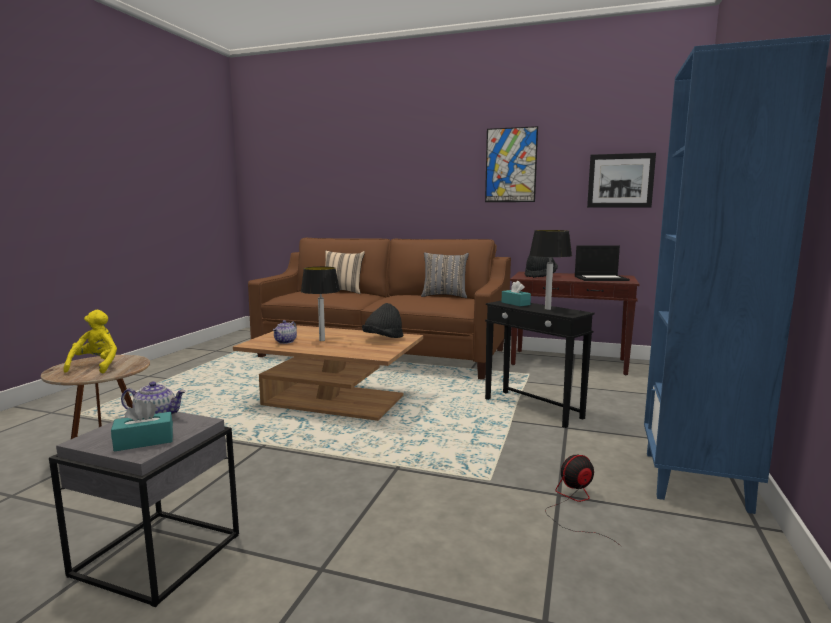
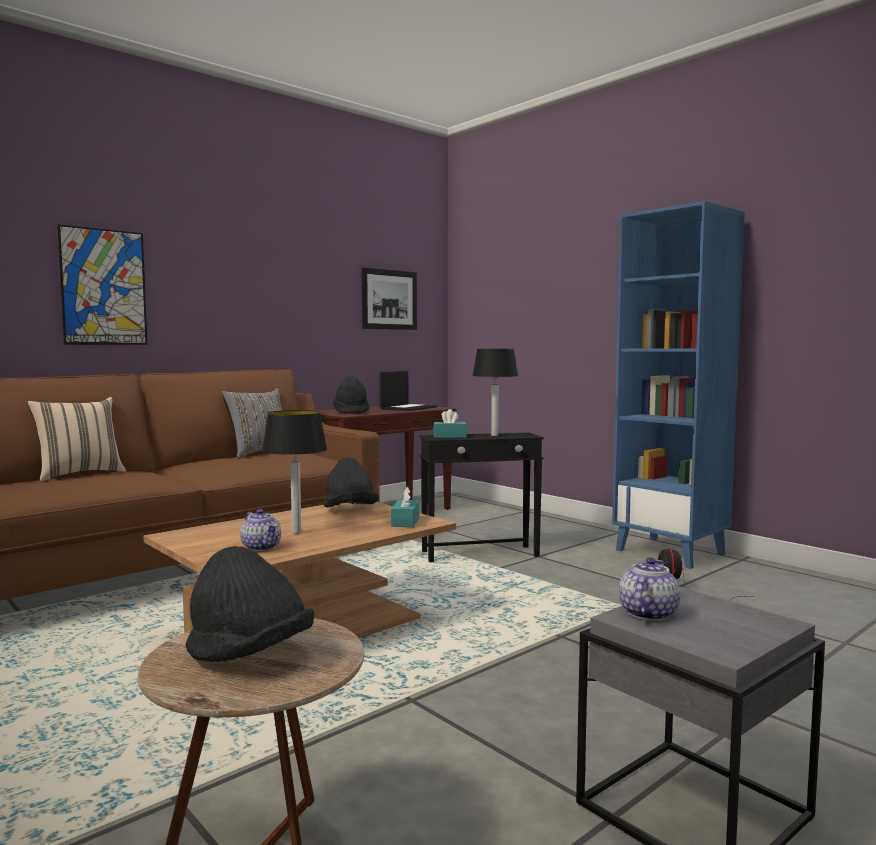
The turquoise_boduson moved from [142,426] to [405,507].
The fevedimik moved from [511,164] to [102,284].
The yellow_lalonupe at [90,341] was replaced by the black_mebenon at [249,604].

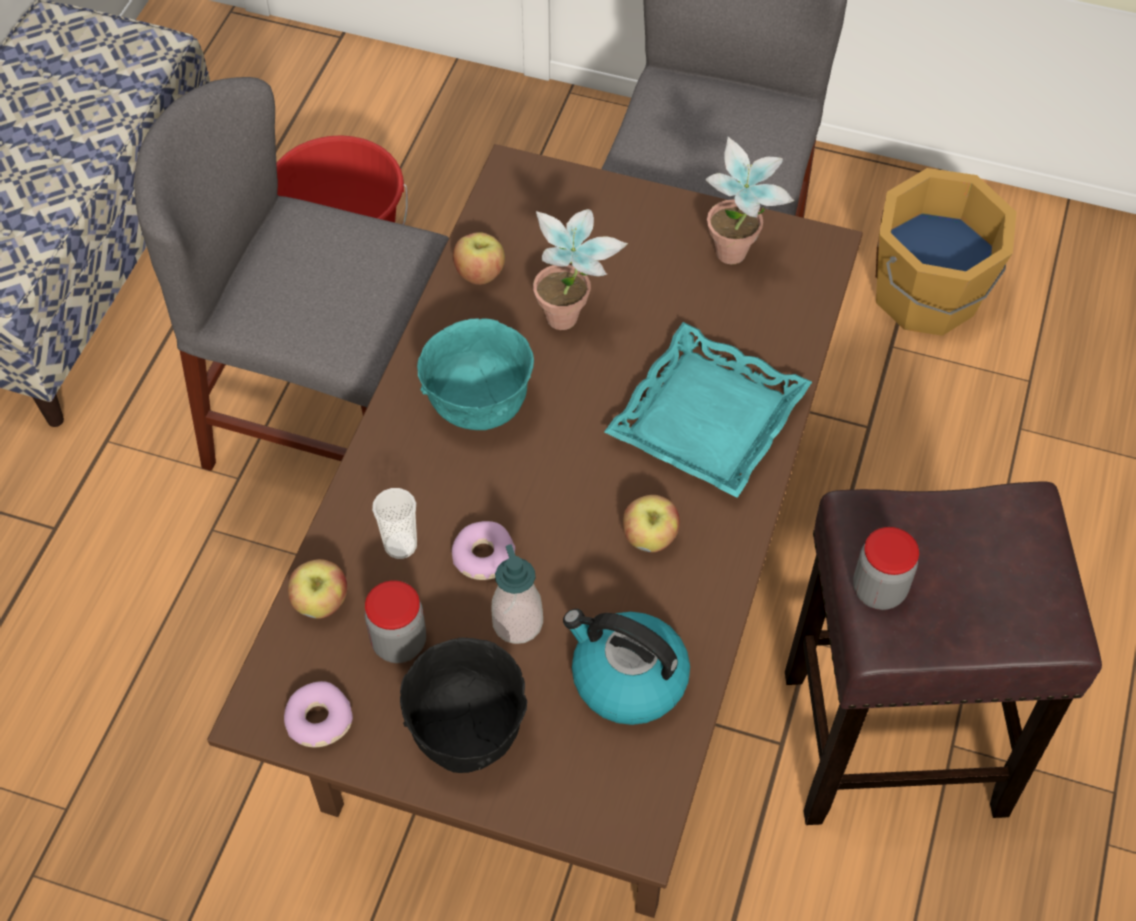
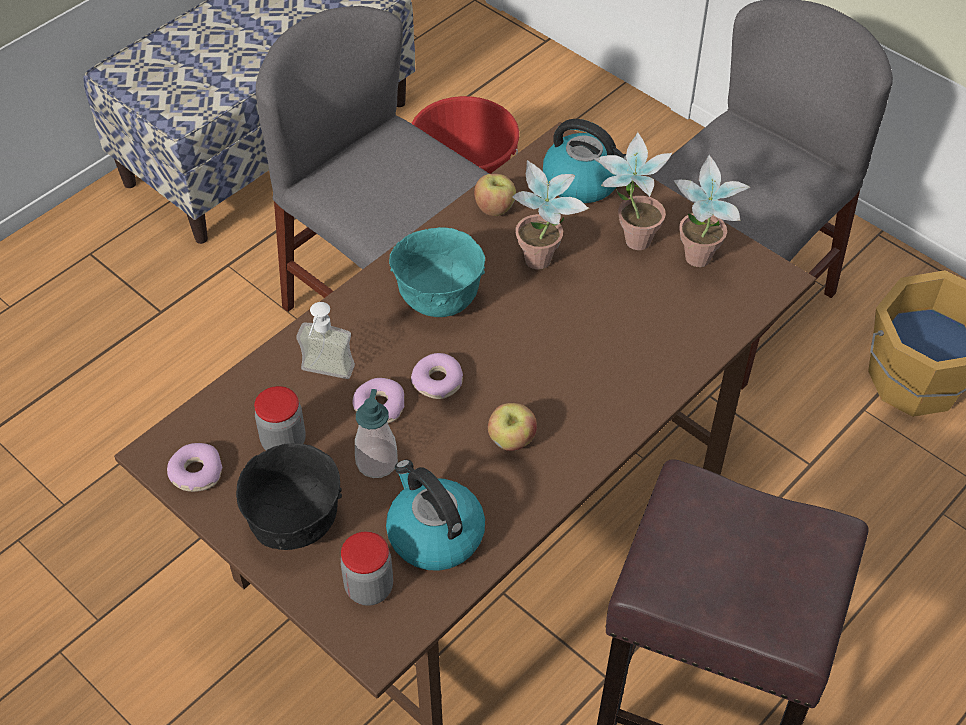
The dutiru at [317,589] disappeared.
The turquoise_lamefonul at [708,410] disappeared.
The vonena at [437,376] appeared.
The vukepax at [585,161] appeared.
The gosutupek at [633,191] appeared.
The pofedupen moved from [886,568] to [366,568].
The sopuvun at [394,523] was replaced by the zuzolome at [325,340].

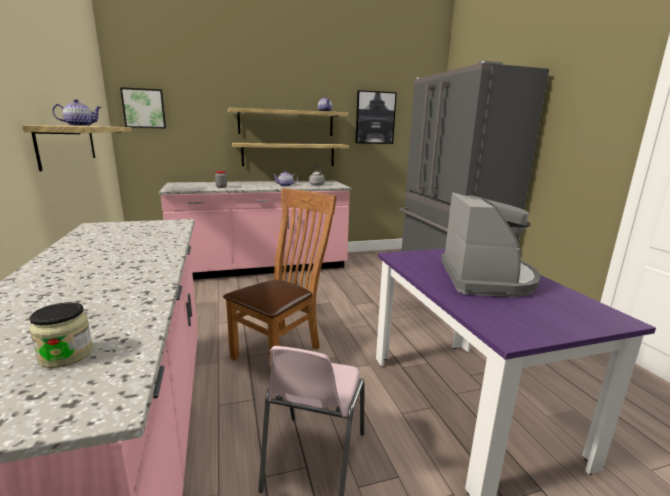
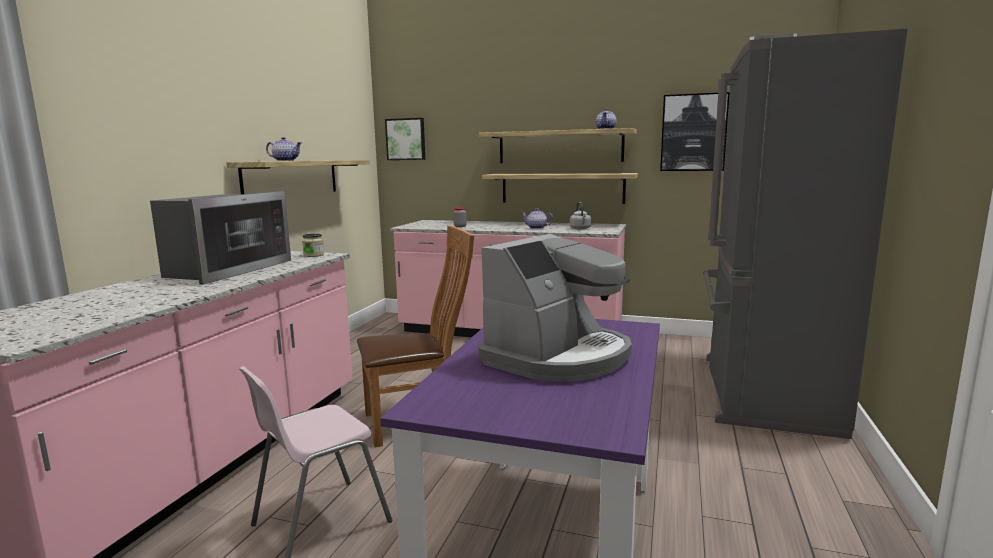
The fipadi at [220,238] appeared.
The pofedupen moved from [61,335] to [313,245].

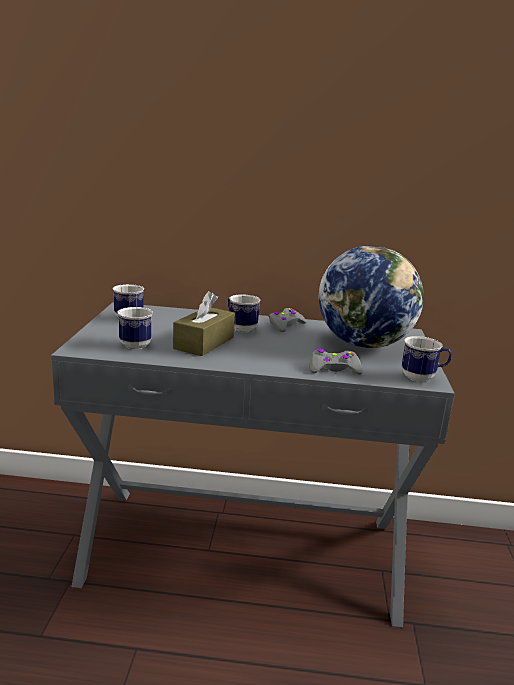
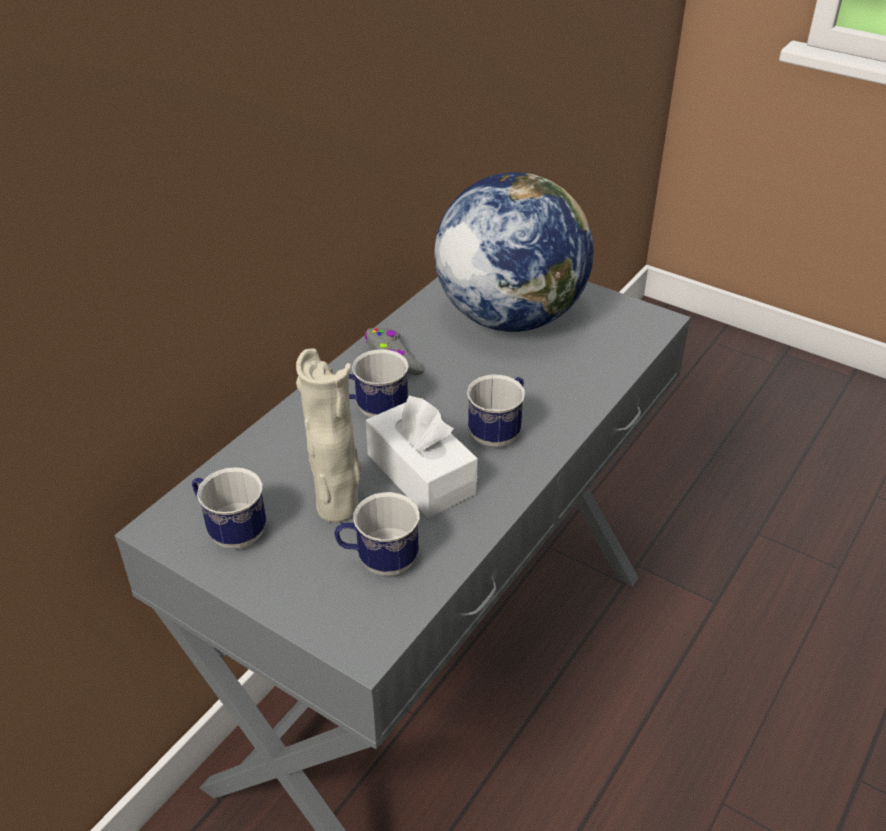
The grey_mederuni at [336,362] disappeared.
The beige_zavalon at [329,435] appeared.
The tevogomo moved from [427,359] to [496,411].
The brown_boduson at [204,323] became the white_boduson at [422,457].

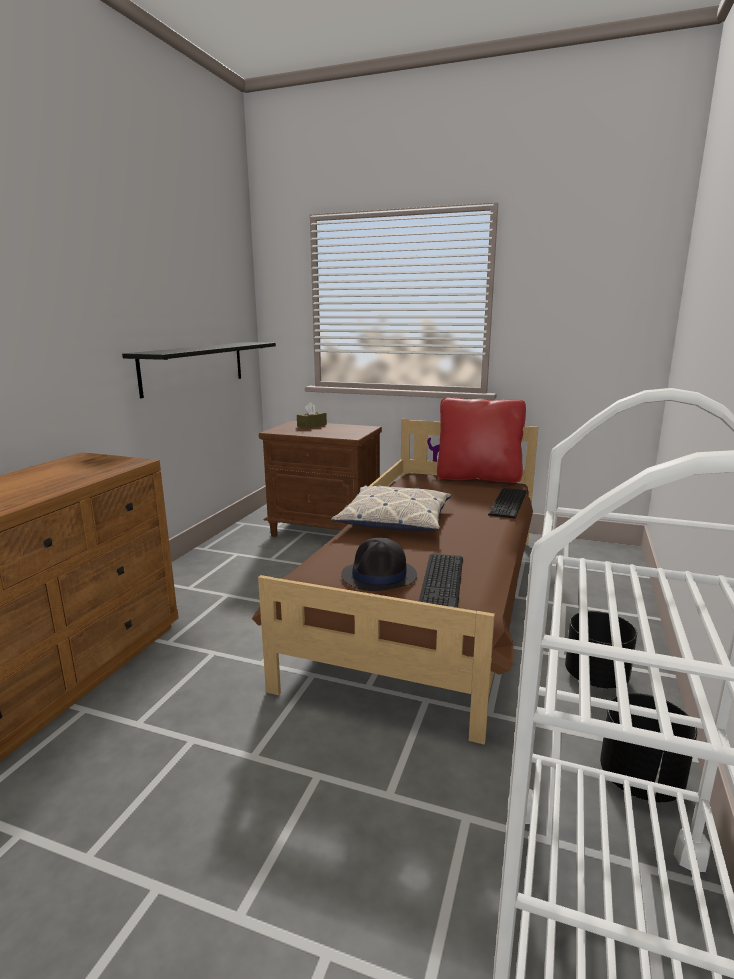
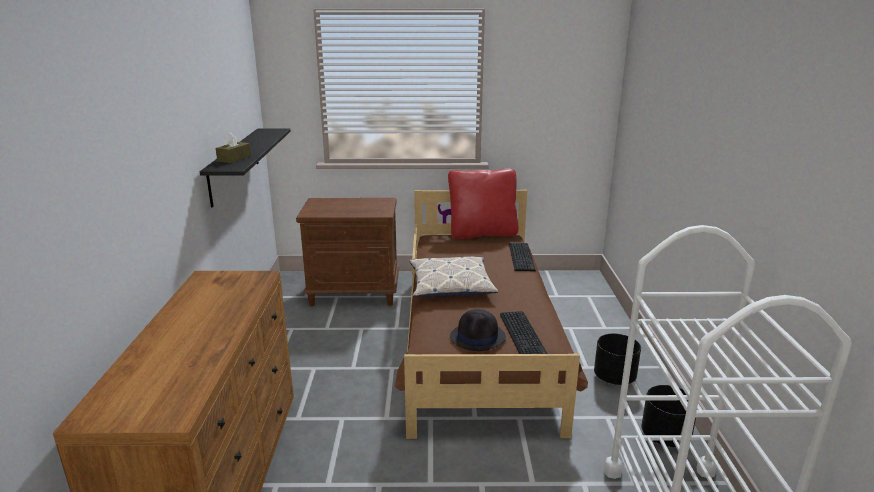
The brown_boduson moved from [312,415] to [233,147].

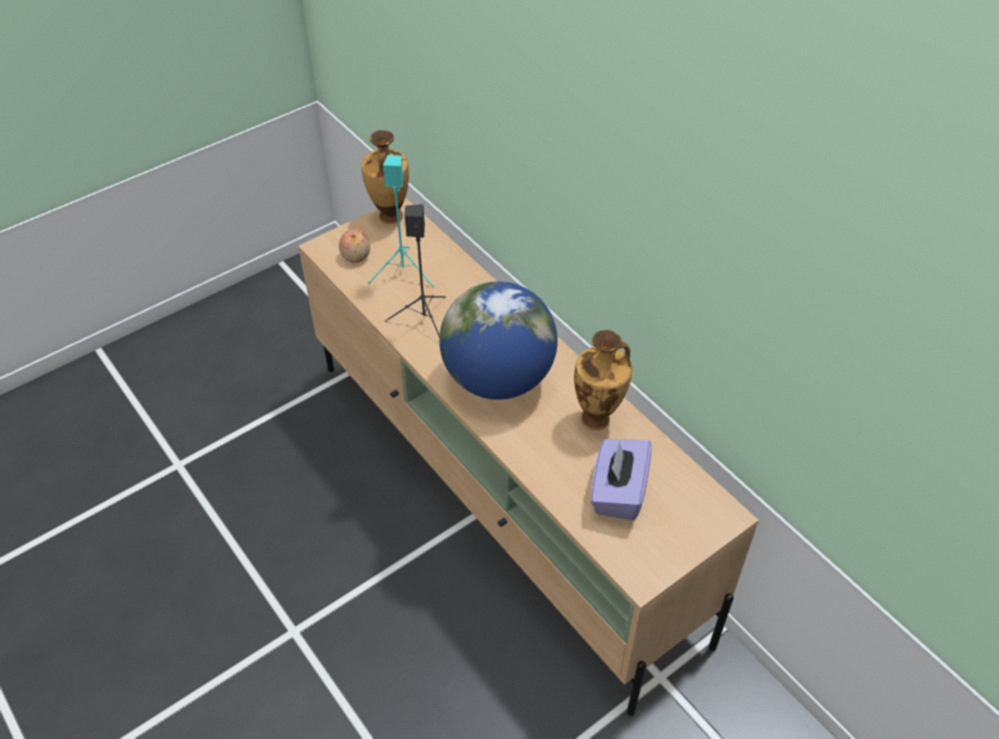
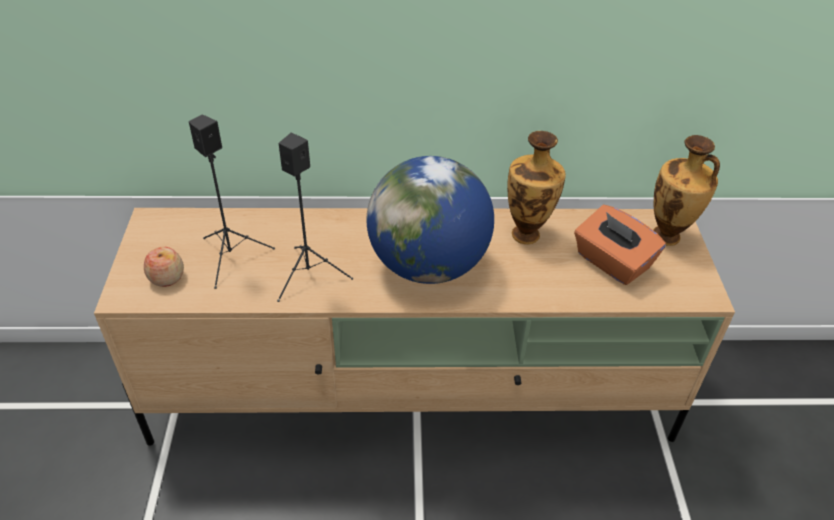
The zavalon moved from [385,177] to [686,190].
The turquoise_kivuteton at [401,221] became the black_kivuteton at [232,201].
The purple_boduson at [621,479] became the orange_boduson at [620,245].

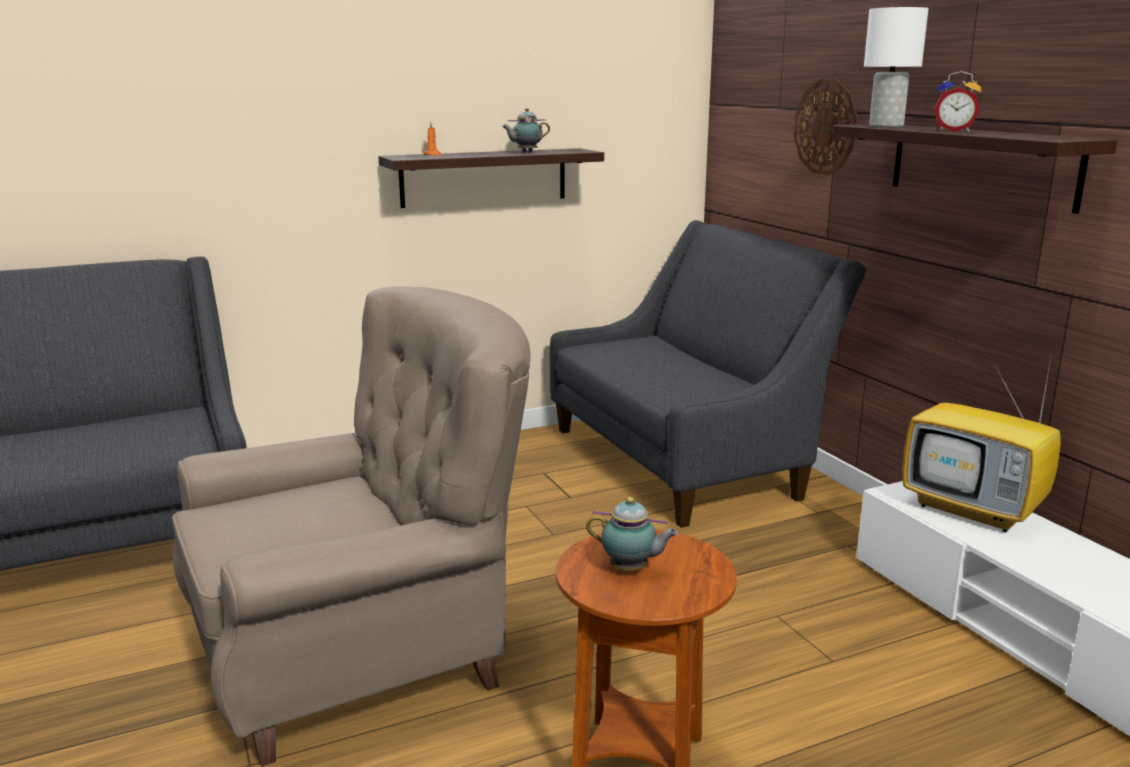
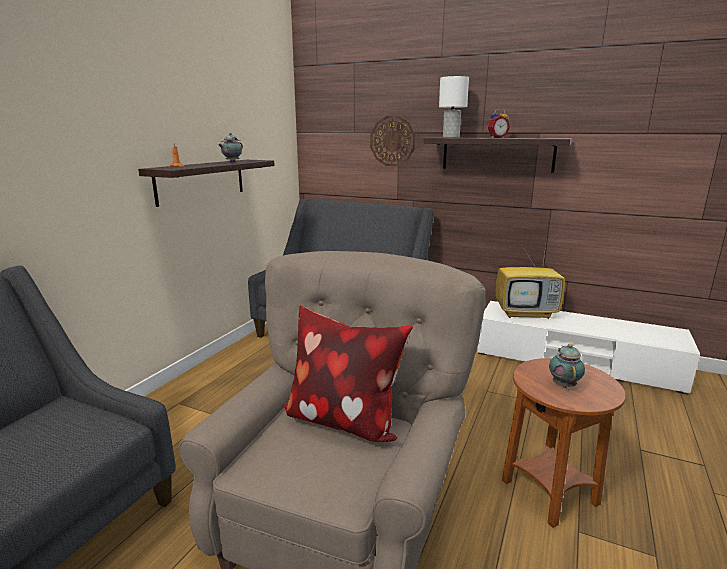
The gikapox at [348,374] appeared.
The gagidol at [632,534] turned 60 degrees counterclockwise.

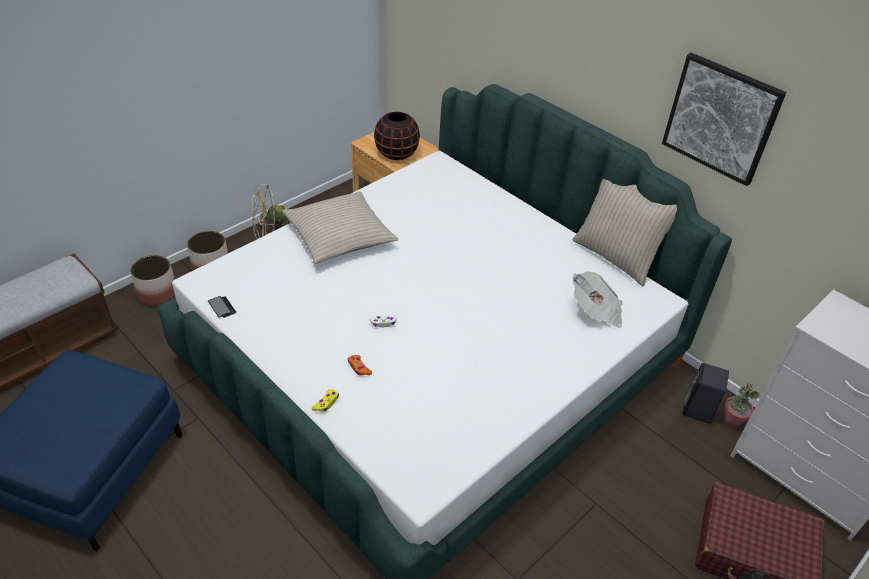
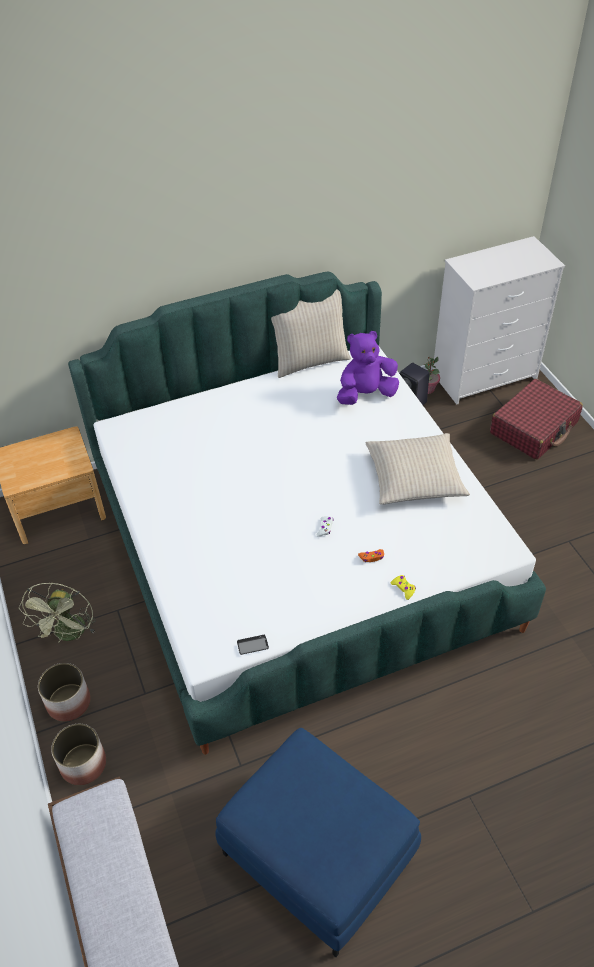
The black_zavalon at [397,136] disappeared.
The fevedimik at [724,119] disappeared.
The beige_gikapox moved from [340,227] to [418,469].
The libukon at [597,299] was replaced by the purple_lalonupe at [368,368].

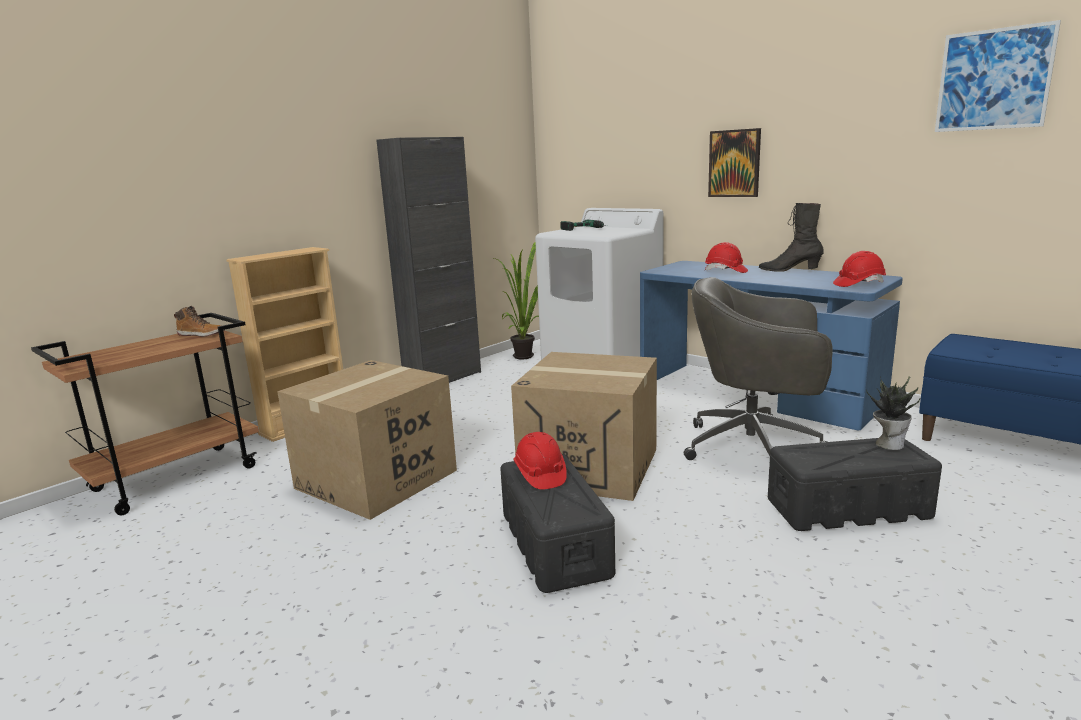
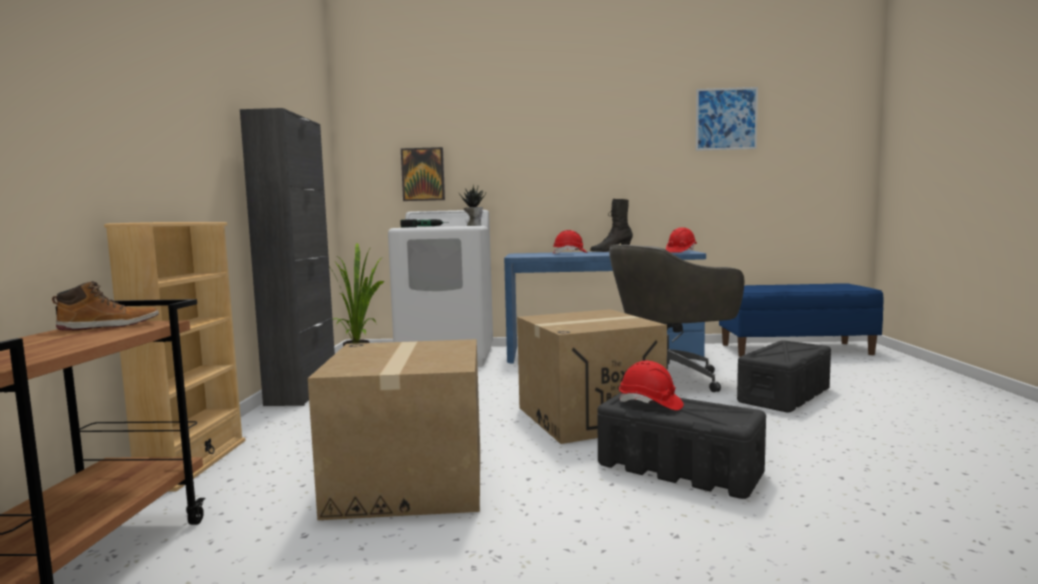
The fevedimik moved from [734,162] to [423,174].
The gosutupek moved from [893,413] to [472,205].

